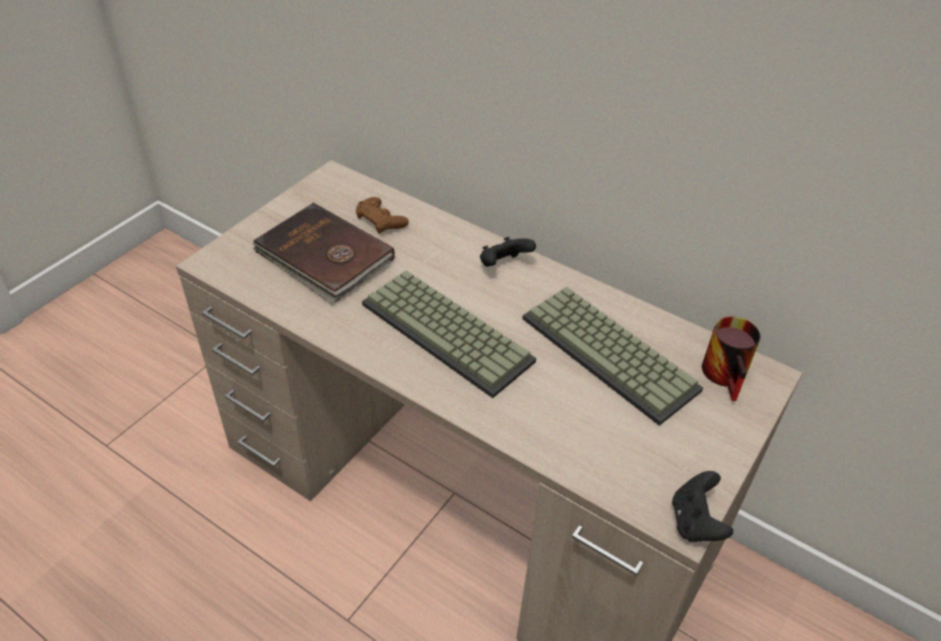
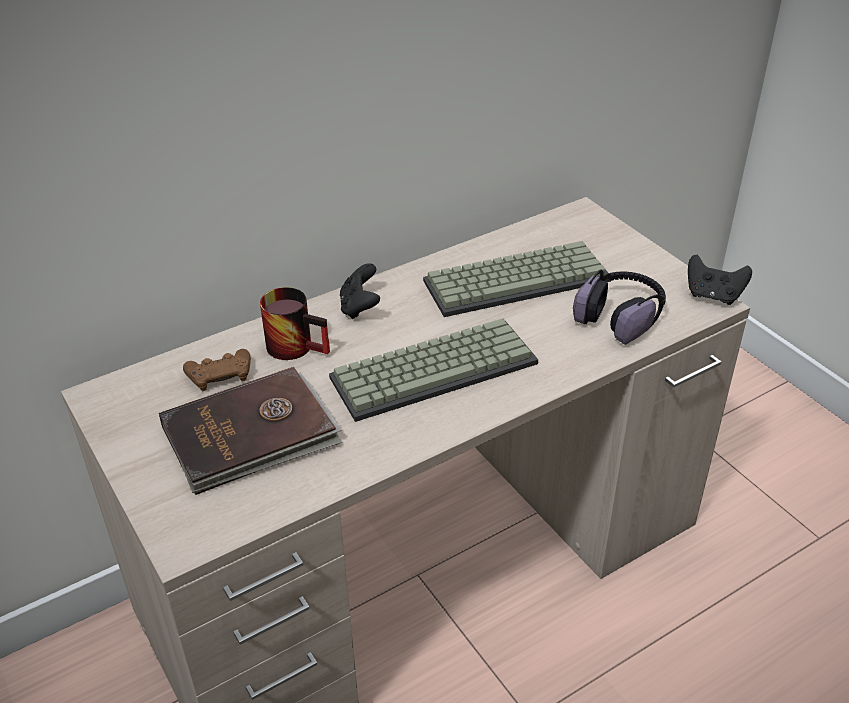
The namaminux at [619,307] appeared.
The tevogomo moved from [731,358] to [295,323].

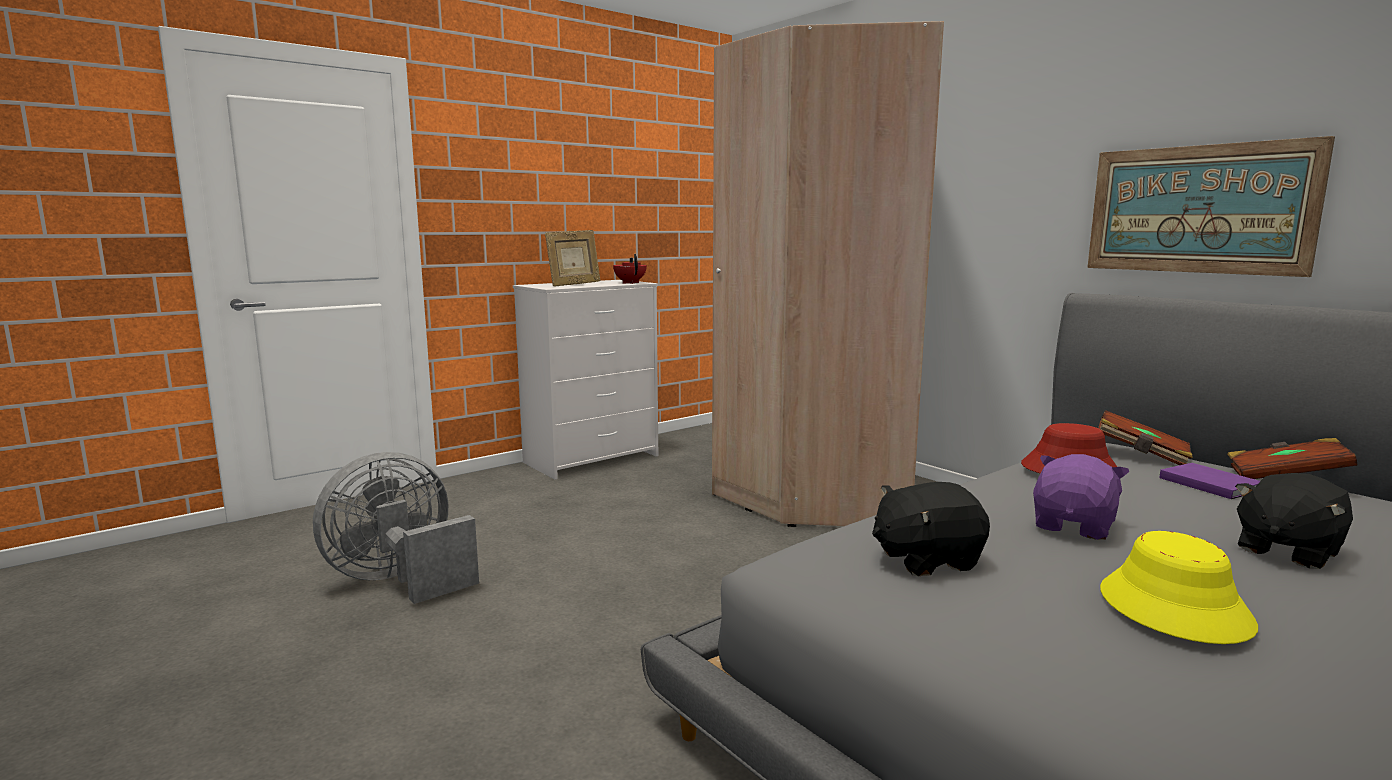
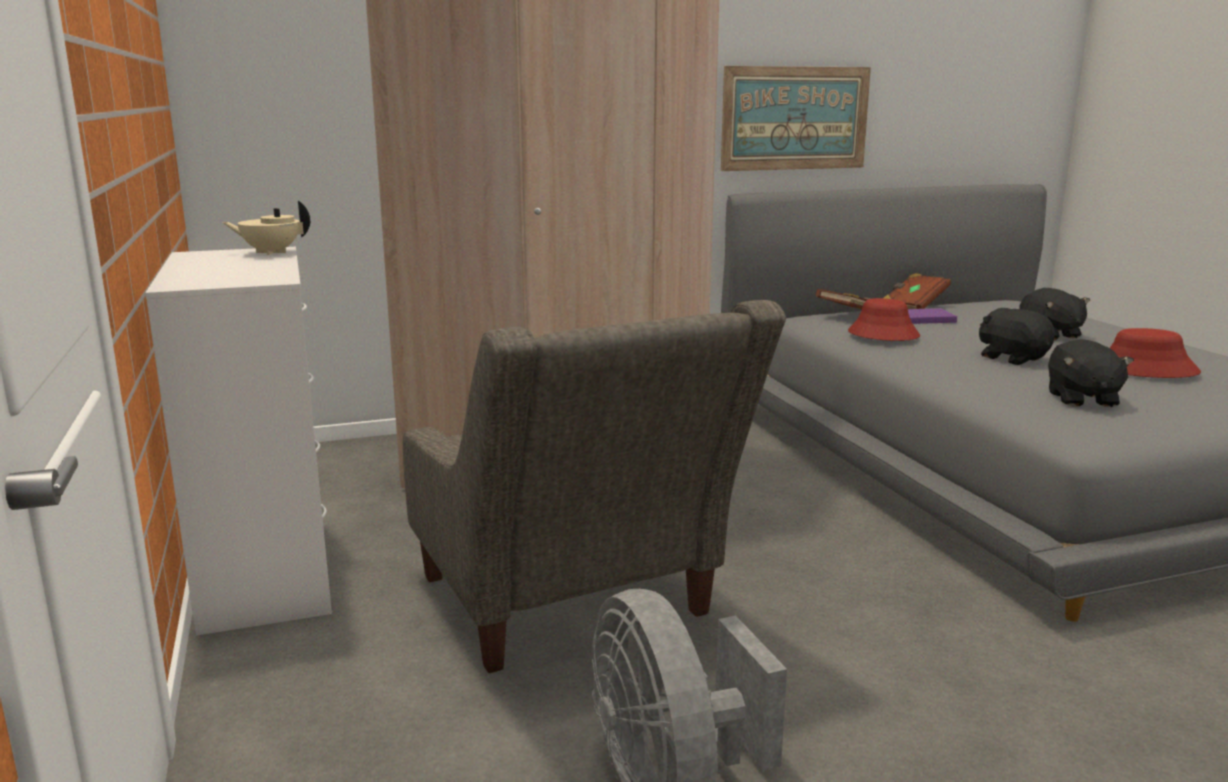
The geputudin at [572,258] disappeared.
The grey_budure at [594,486] appeared.
The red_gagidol at [630,269] became the beige_gagidol at [266,227].
The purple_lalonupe at [1081,497] became the black_lalonupe at [1017,336].
The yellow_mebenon at [1179,587] became the red_mebenon at [1155,353].

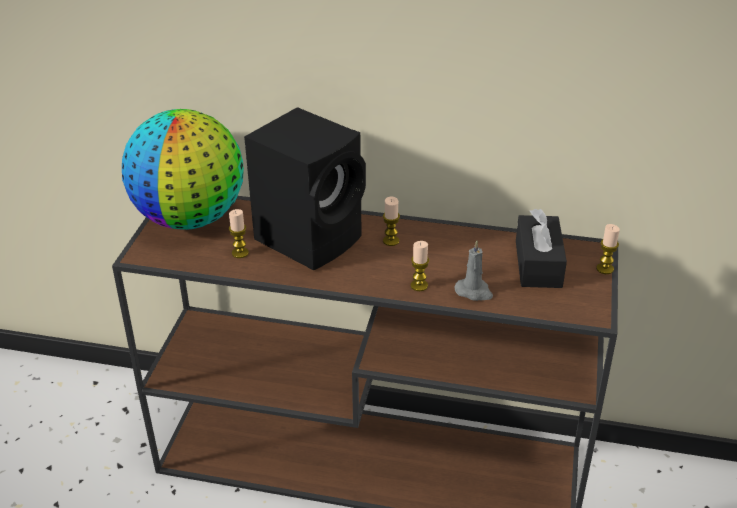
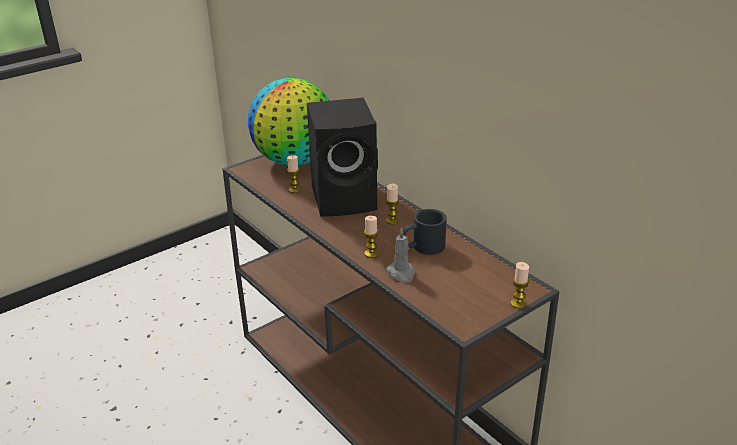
The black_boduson at [541,248] disappeared.
The black_tevogomo at [425,232] appeared.

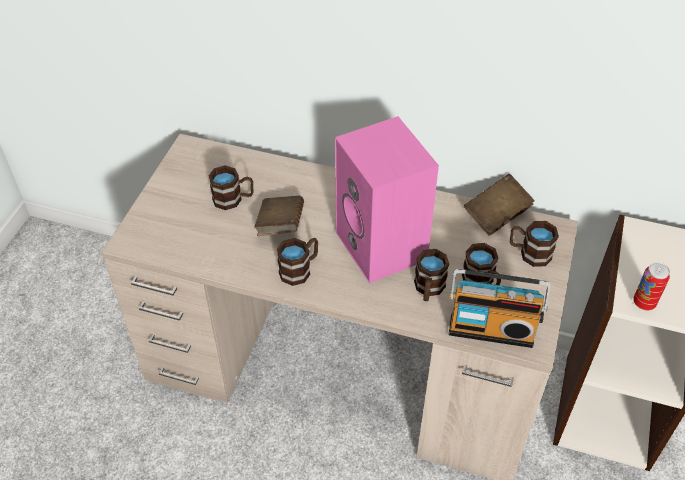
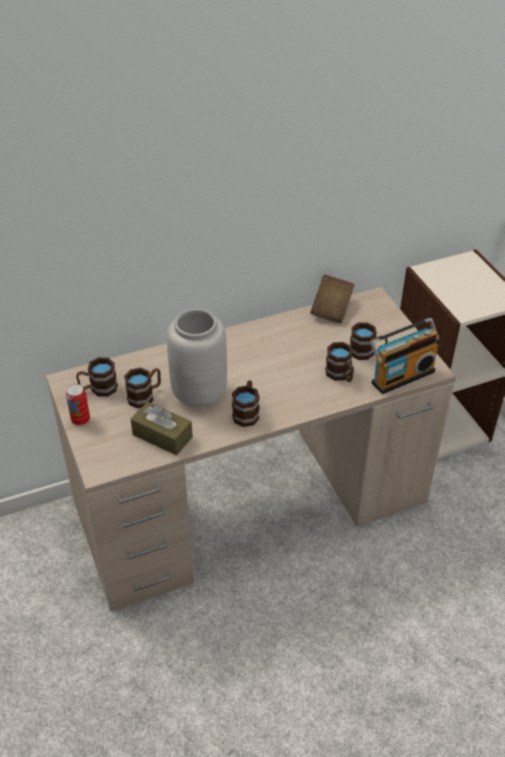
The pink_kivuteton at [387,199] disappeared.
The brown_boduson at [162,428] appeared.
The brown_tevogomo moved from [534,244] to [97,377].
The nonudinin moved from [651,286] to [78,404].
The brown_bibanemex at [279,216] was replaced by the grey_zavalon at [197,358].

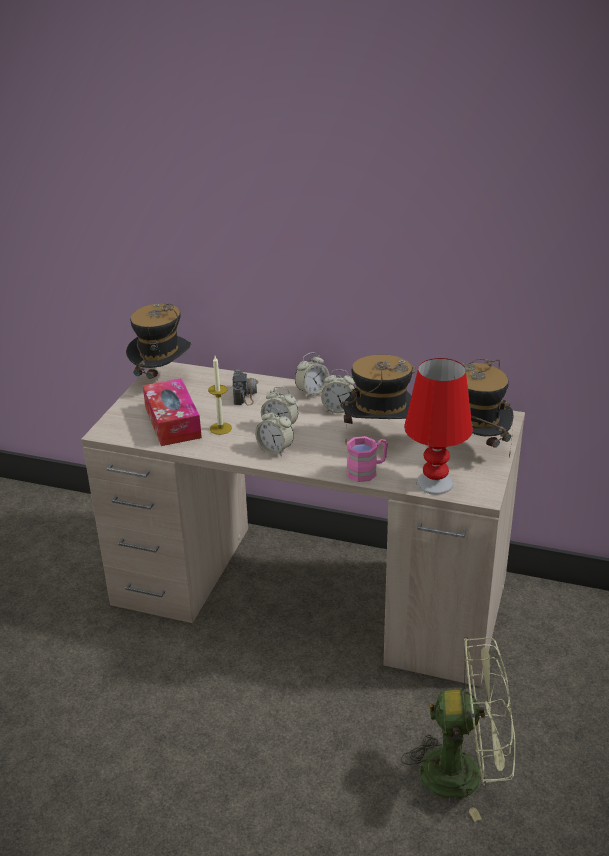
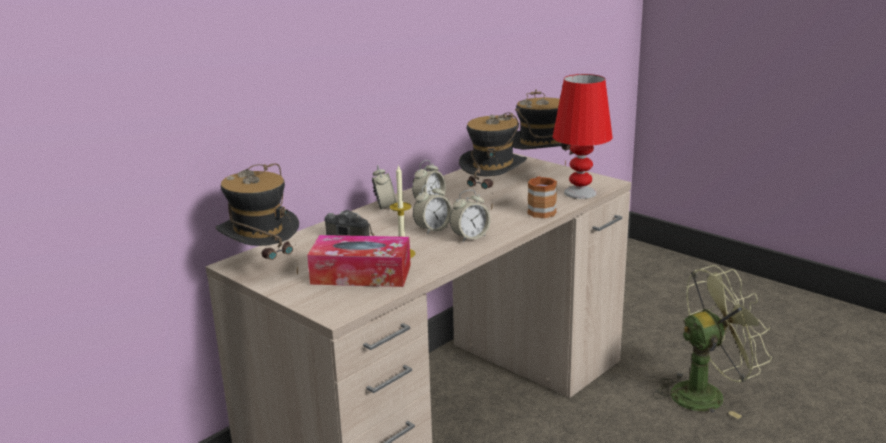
The pink_tevogomo at [367,459] became the brown_tevogomo at [542,197].
The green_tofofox at [458,729] turned 45 degrees clockwise.

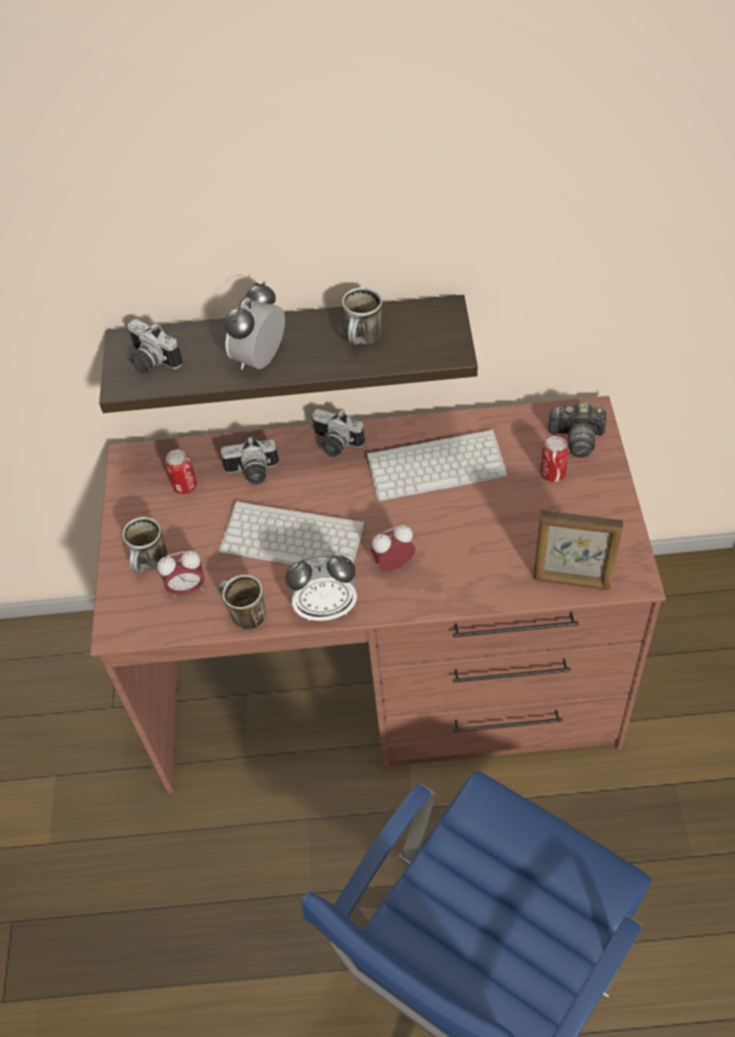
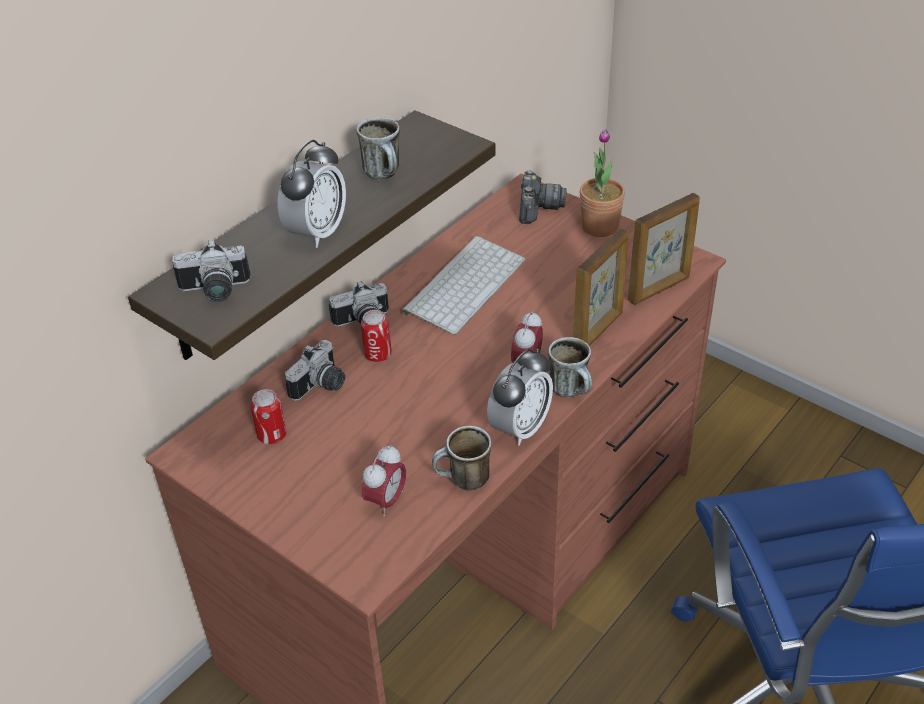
The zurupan at [292,533] disappeared.
The geputudin at [601,287] appeared.
The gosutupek at [602,182] appeared.
The tevogomo moved from [144,545] to [570,367].
The nonudinin moved from [554,459] to [376,336].
The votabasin at [254,325] turned 135 degrees counterclockwise.
The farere at [576,430] turned 45 degrees counterclockwise.

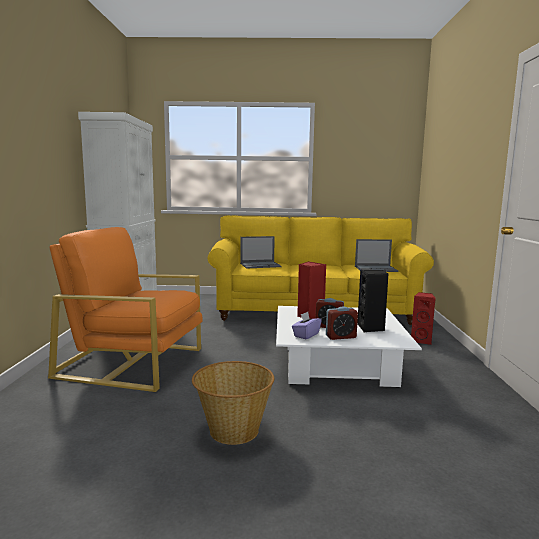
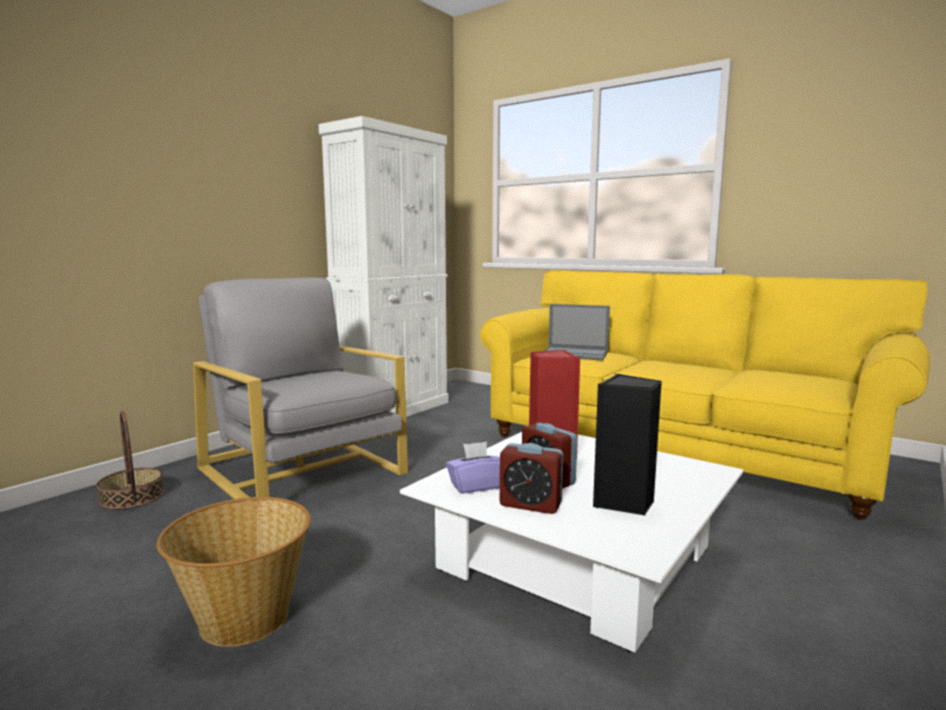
The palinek at [377,255] disappeared.
The red_kivuteton at [423,318] disappeared.
The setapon at [130,460] appeared.
The orange_budure at [125,309] became the grey_budure at [300,388].

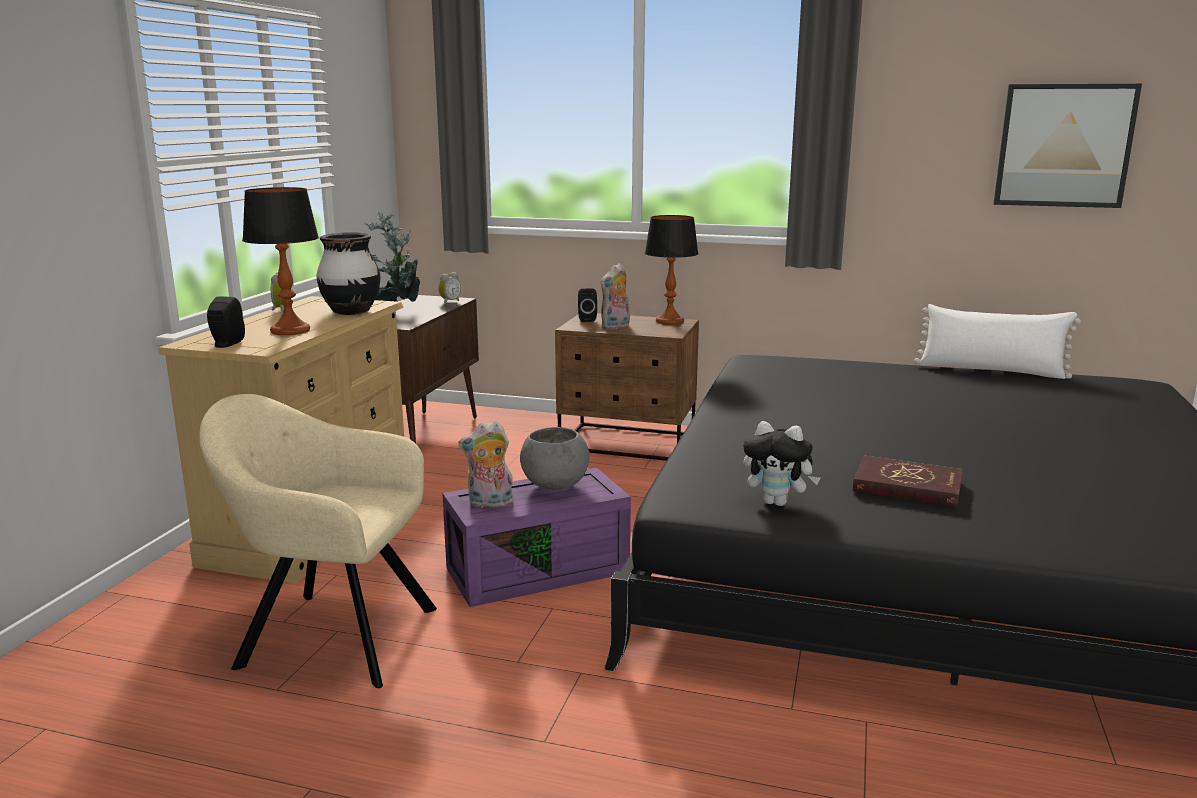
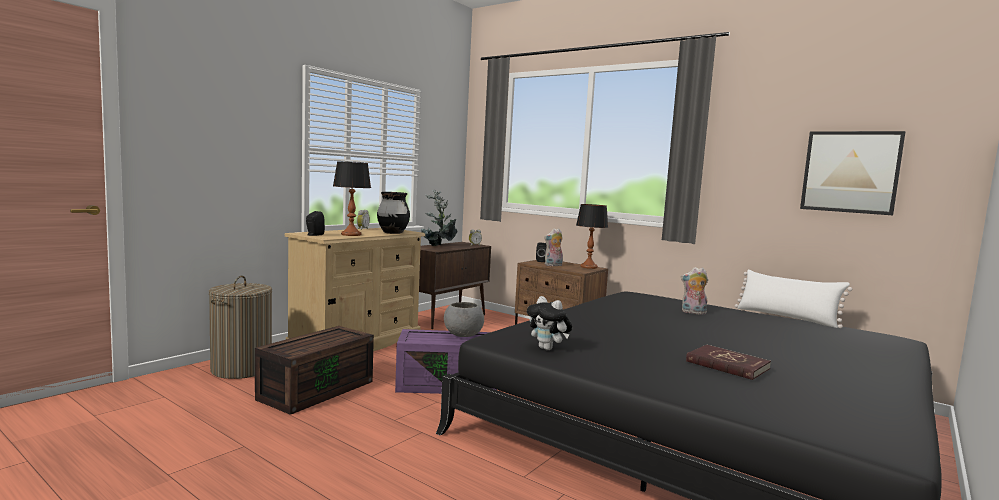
The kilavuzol at [240,327] appeared.
The lalonupe moved from [486,464] to [694,290].
The red_bibanemex moved from [908,481] to [728,362].
The beige_budure at [318,541] was replaced by the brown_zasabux at [314,370].

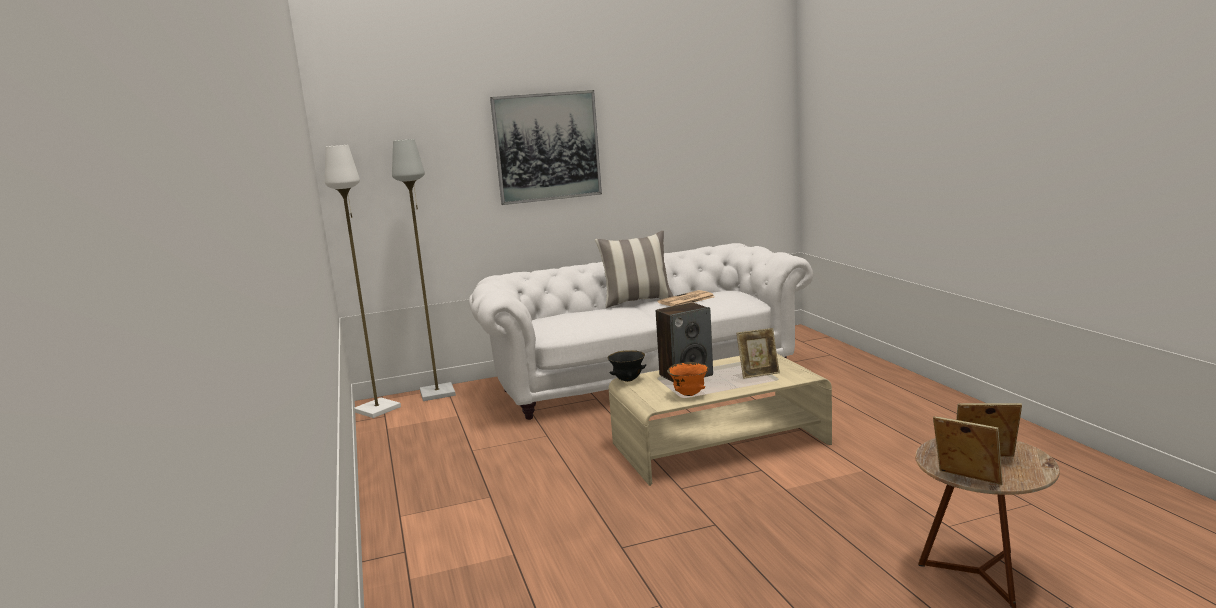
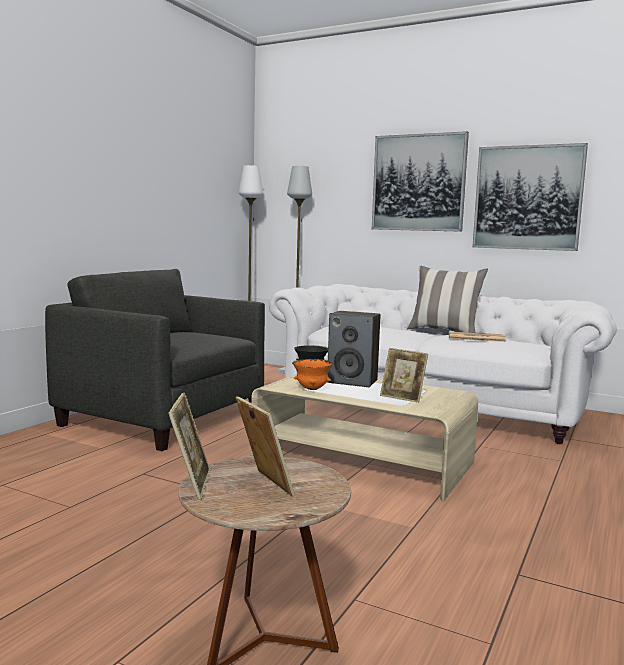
The grey_budure at [155,360] appeared.
The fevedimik at [530,197] appeared.

